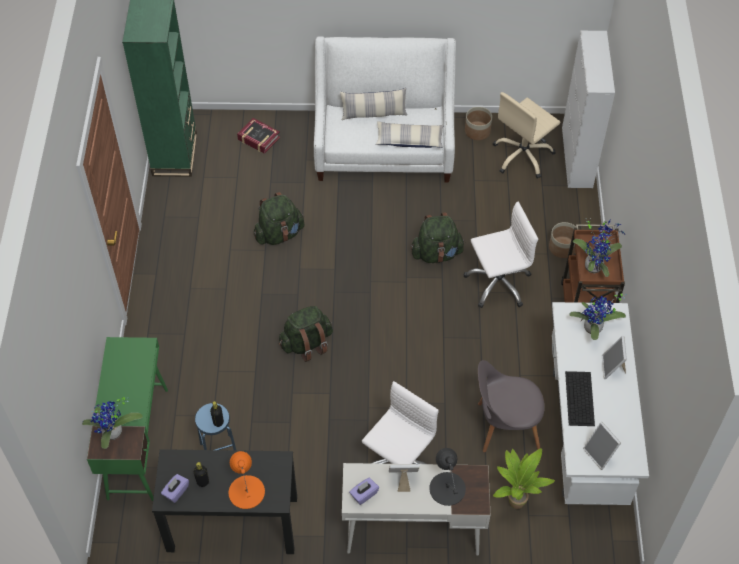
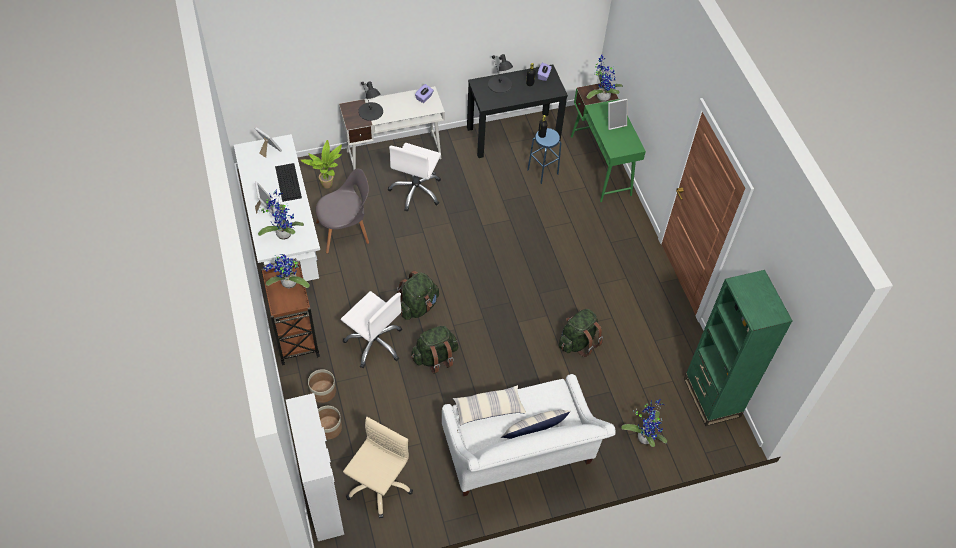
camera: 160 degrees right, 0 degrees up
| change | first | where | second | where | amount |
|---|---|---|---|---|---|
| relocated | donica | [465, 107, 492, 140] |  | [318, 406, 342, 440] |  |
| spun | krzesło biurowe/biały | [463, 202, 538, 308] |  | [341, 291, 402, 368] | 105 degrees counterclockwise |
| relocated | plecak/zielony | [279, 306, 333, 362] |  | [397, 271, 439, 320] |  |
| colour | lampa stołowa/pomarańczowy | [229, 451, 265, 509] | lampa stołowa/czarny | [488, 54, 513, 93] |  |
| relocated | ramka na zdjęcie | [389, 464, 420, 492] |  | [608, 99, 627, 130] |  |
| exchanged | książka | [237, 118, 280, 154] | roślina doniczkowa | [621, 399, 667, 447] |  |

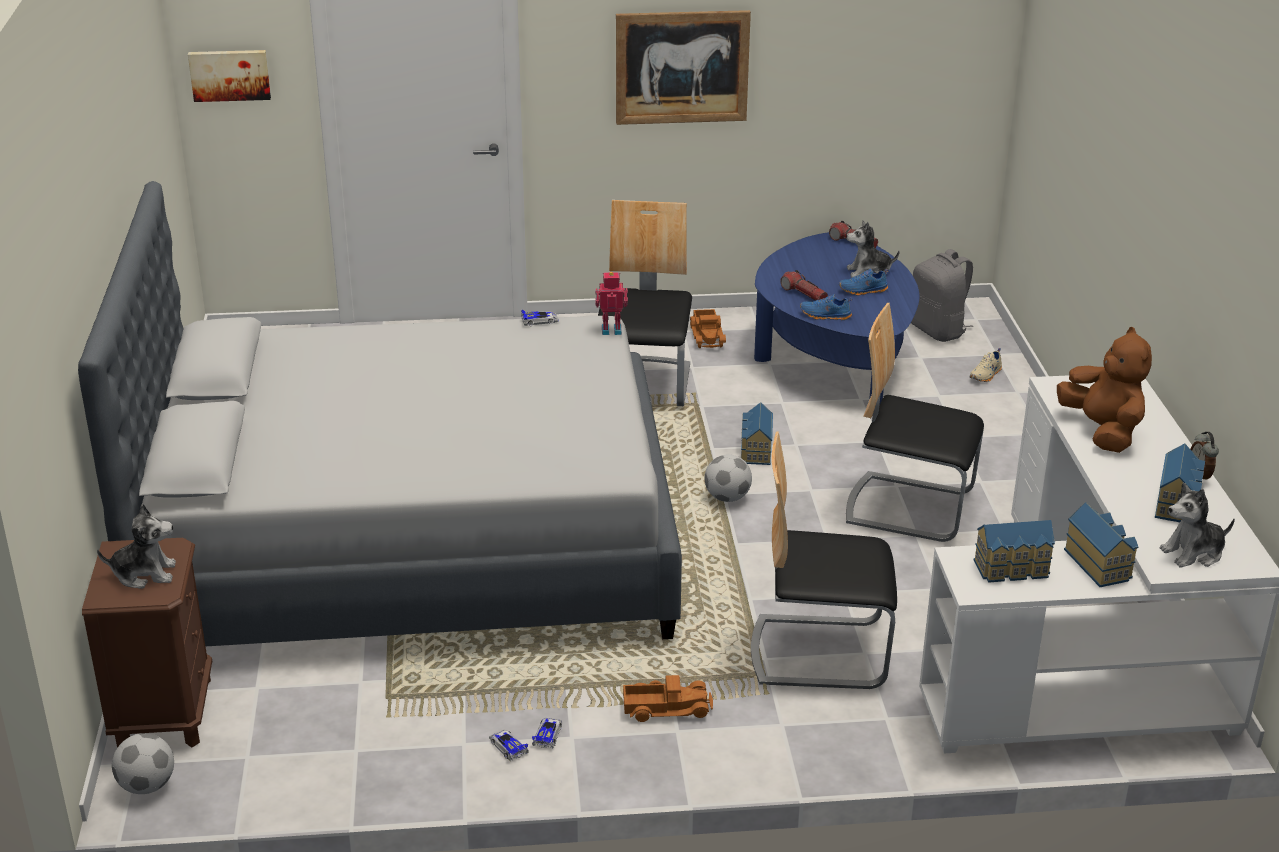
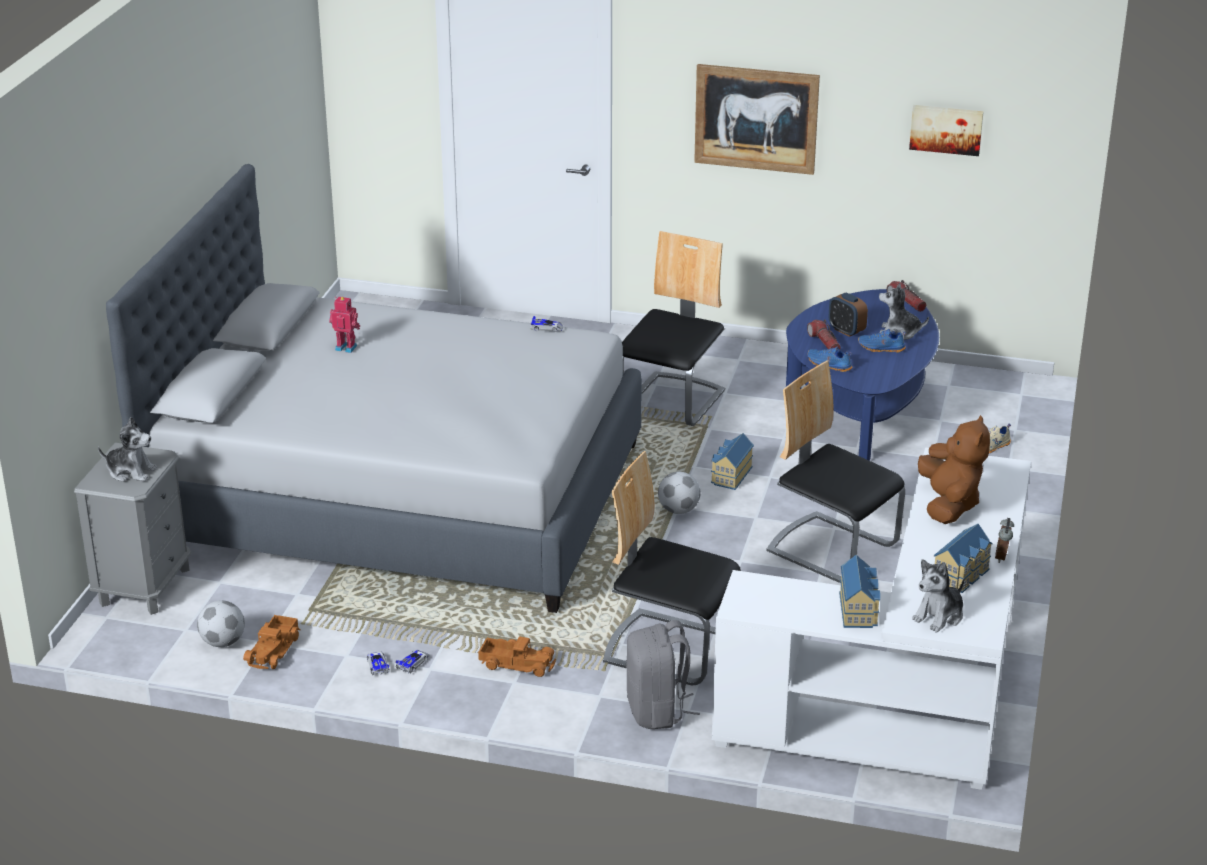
camera: 20 degrees right, 0 degrees up
| change | first | where | second | where | amount |
|---|---|---|---|---|---|
| colour | szafka nocna/brązowy | [82, 538, 212, 748] | szafka nocna/szary | [74, 443, 191, 615] |  |
| relocated | piłka futbolowa | [112, 733, 174, 794] |  | [197, 600, 245, 647] |  |
| relocated | ciężarówka zabawkowa | [690, 309, 726, 348] |  | [243, 615, 301, 669] |  |
| relocated | robot zabawkowy | [595, 272, 628, 335] |  | [329, 297, 360, 353] |  |
| relocated | plecak/szary | [911, 249, 973, 342] |  | [626, 620, 700, 729] |  |
| appeared |  |  | budzik | [829, 293, 868, 337] |  |
| relocated | obraz | [188, 50, 271, 102] |  | [909, 105, 984, 156] |  |
| spun | pluszak | [1160, 483, 1235, 568] |  | [912, 559, 964, 633] | 45 degrees counterclockwise |
| missing | domek | [974, 520, 1055, 583] |  |  |  |

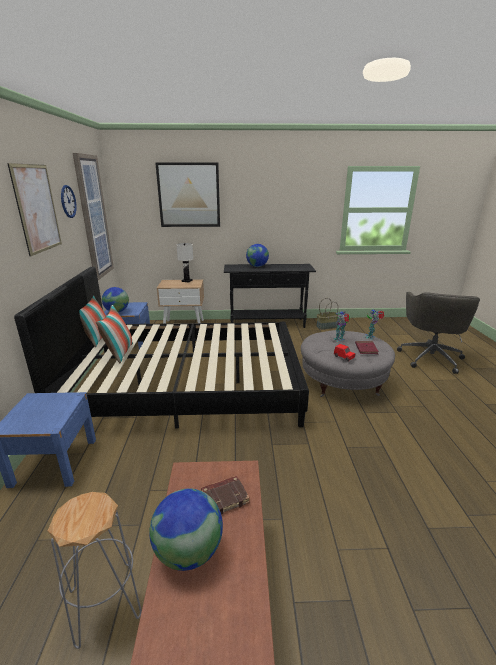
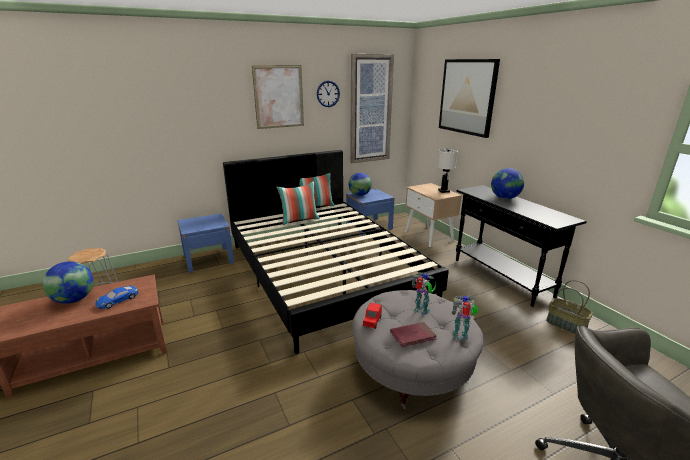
camera: 65 degrees right, 0 degrees up
| change | first | where | second | where | amount |
|---|---|---|---|---|---|
| exchanged | książka/brązowy | [201, 476, 250, 515] | samochodzik/niebieski | [95, 286, 138, 309] |  |

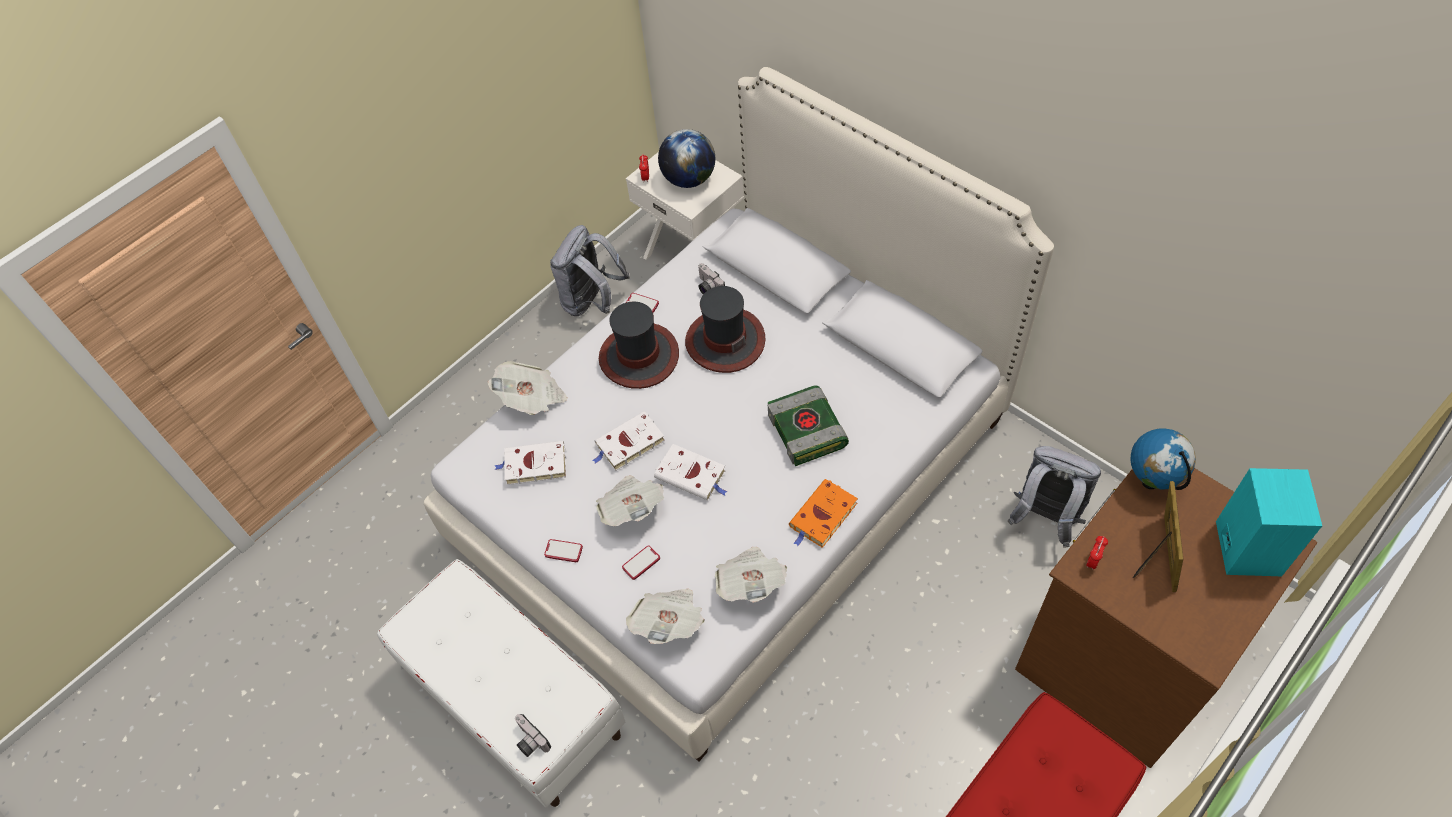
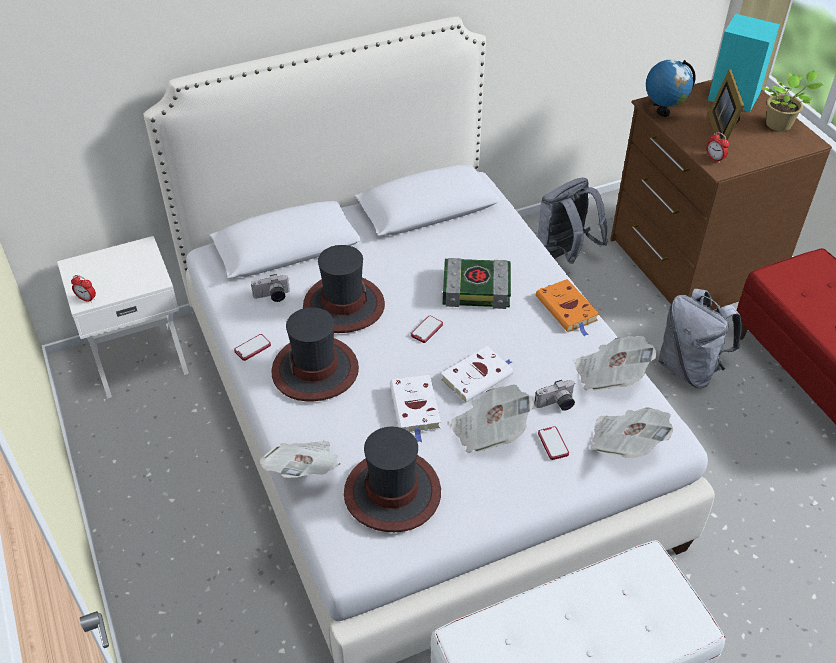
camera: 70 degrees left, 10 degrees down
| change | first | where | second | where | amount |
|---|---|---|---|---|---|
| exchanged | książka/biały | [495, 441, 566, 485] | kapelusz | [344, 427, 441, 532] |  |
| relocated | telefon | [544, 539, 583, 562] |  | [411, 316, 443, 343] |  |
| relocated | aparat fotograficzny | [515, 714, 551, 757] |  | [534, 380, 575, 411] |  |
| relocated | plecak/szary | [550, 225, 630, 316] |  | [658, 288, 742, 388] |  |
| spun | ramka na zdjęcie | [1133, 481, 1183, 592] |  | [708, 69, 744, 140] | 120 degrees counterclockwise |
| appeared |  |  | roślina doniczkowa | [762, 70, 823, 131] |  |
| missing | globus | [658, 129, 715, 188] |  |  |  |

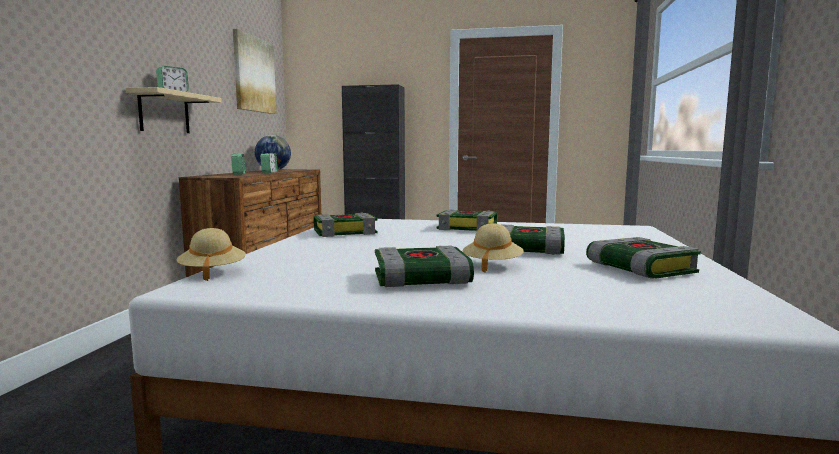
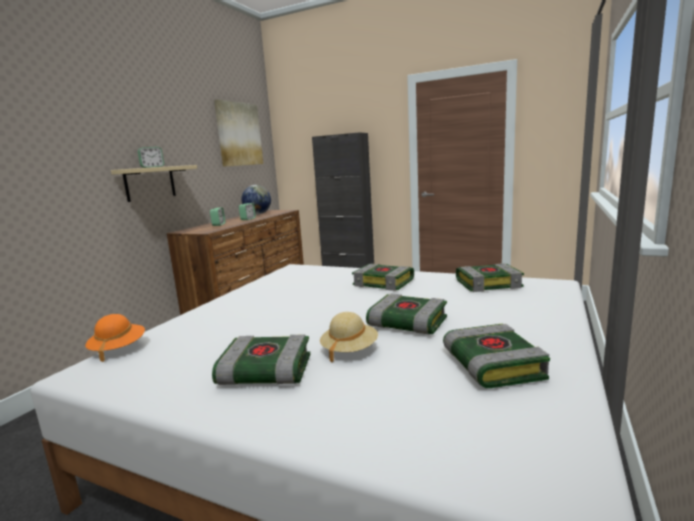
camera: 15 degrees right, 5 degrees up
| change | first | where | second | where | amount |
|---|---|---|---|---|---|
| colour | kapelusz/beżowy | [177, 228, 246, 281] | kapelusz/pomarańczowy | [85, 314, 145, 362] |  |
| relocated | książka | [314, 212, 378, 237] |  | [456, 263, 524, 292] |  |

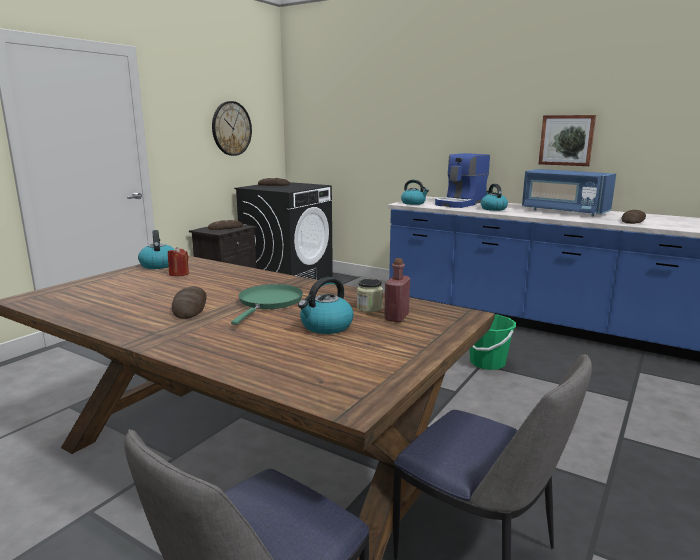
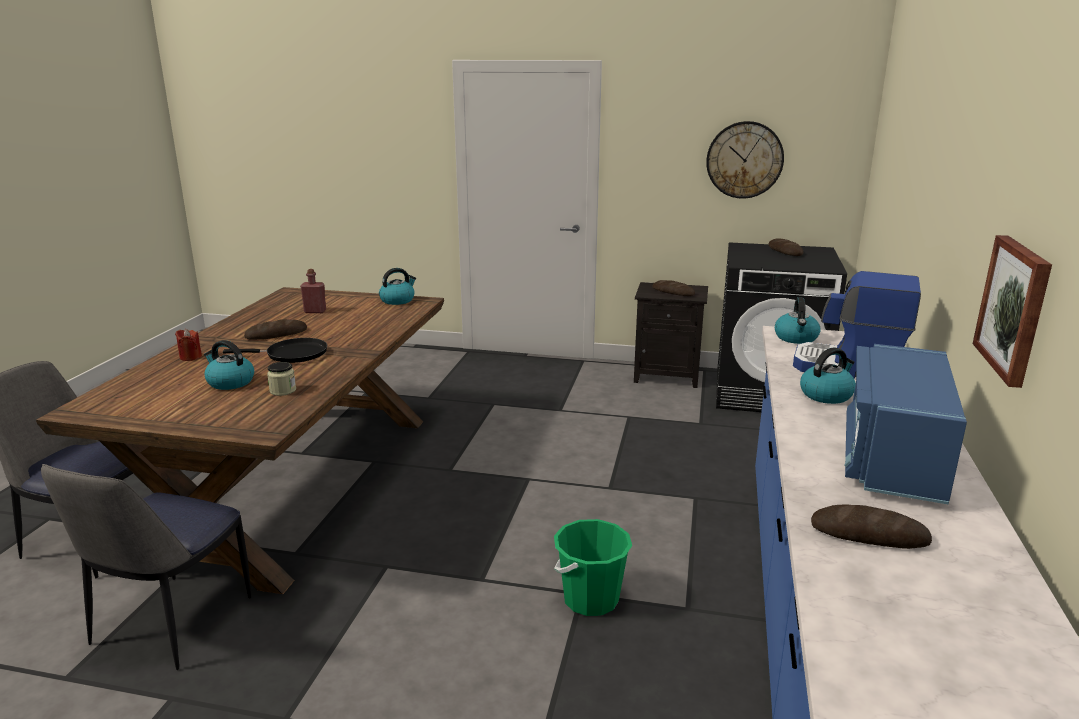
camera: 70 degrees right, 5 degrees up
| change | first | where | second | where | amount |
|---|---|---|---|---|---|
| relocated | świeca/czerwony | [168, 247, 189, 276] |  | [175, 329, 202, 361] |  |
| colour | patelnia/zielony | [231, 284, 303, 325] | patelnia/czarny | [223, 338, 327, 363] |  |
| relocated | butelka/czerwony | [384, 258, 410, 322] |  | [300, 269, 326, 313] |  |

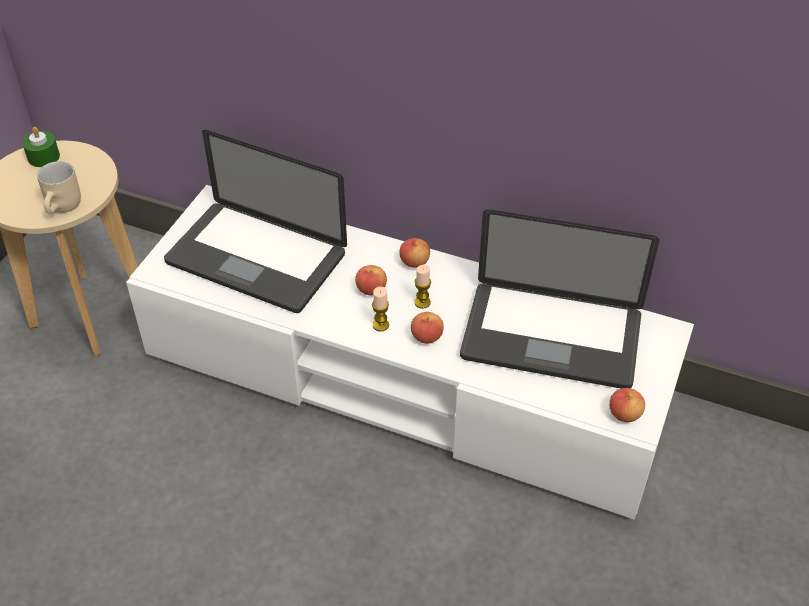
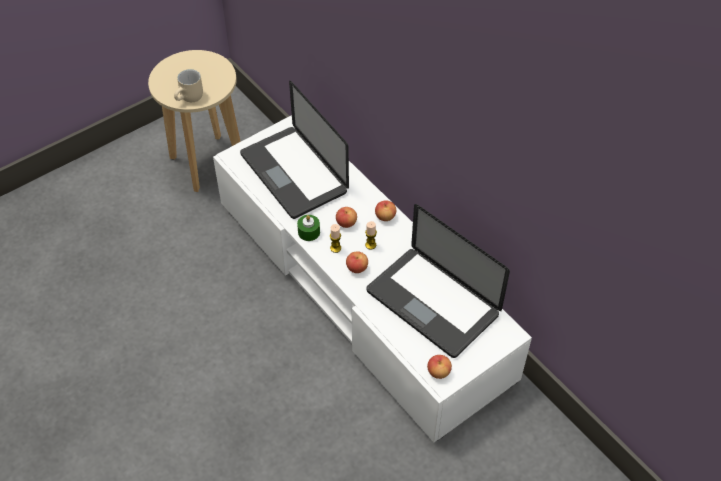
camera: 30 degrees right, 5 degrees up
| change | first | where | second | where | amount |
|---|---|---|---|---|---|
| relocated | świeca/zielony | [22, 127, 60, 167] |  | [297, 215, 320, 241] |  |

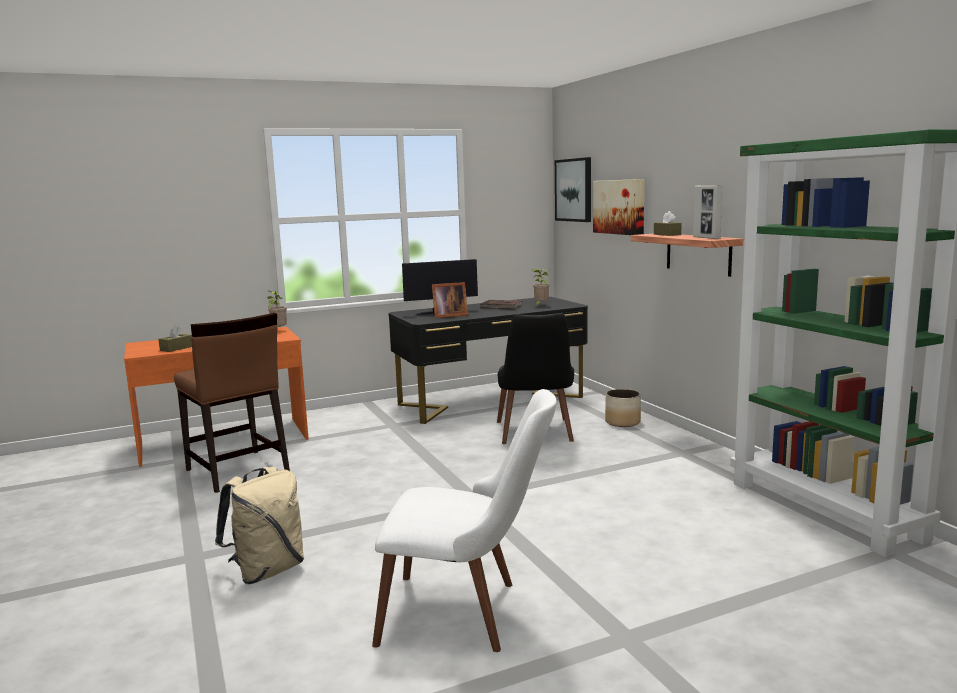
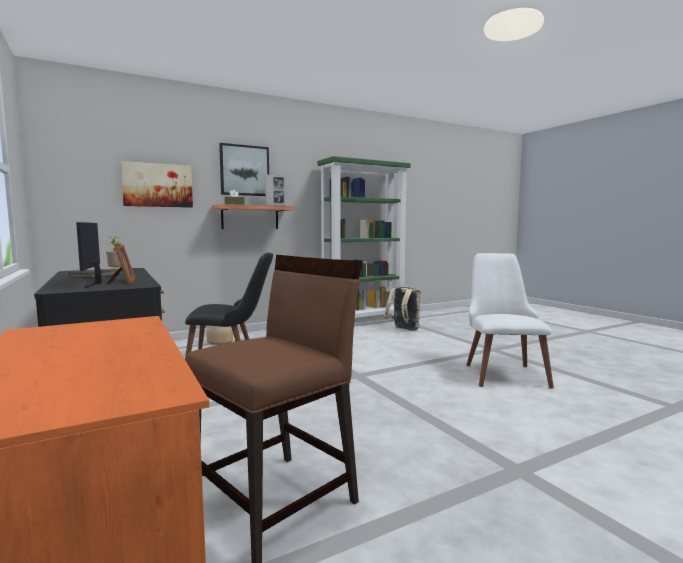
camera: 95 degrees left, 5 degrees down
| change | first | where | second | where | amount |
|---|---|---|---|---|---|
| relocated | obraz | [555, 157, 591, 222] |  | [219, 143, 269, 196] |  |
| relocated | plecak/beżowy | [215, 467, 304, 584] |  | [384, 286, 421, 330] |  |
| missing | pudełko chusteczek/brązowy | [158, 325, 192, 352] |  |  |  |
| missing | roślina doniczkowa | [267, 289, 287, 327] |  |  |  |

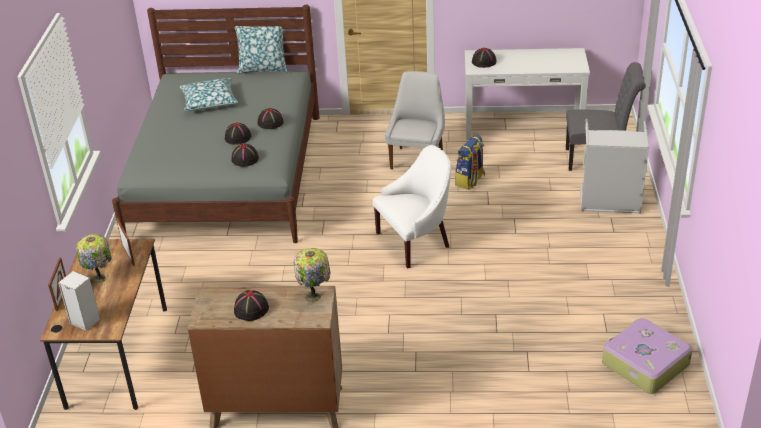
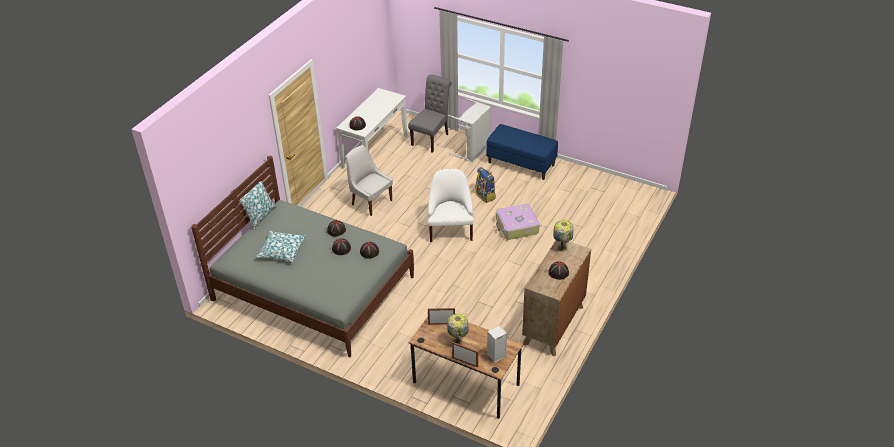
camera: 65 degrees left, 5 degrees up
| change | first | where | second | where | amount |
|---|---|---|---|---|---|
| relocated | plecak | [455, 135, 485, 190] |  | [476, 167, 496, 203] |  |
| appeared |  |  | ławka/niebieski | [486, 124, 558, 180] |  |
| relocated | walizka | [602, 318, 692, 394] |  | [496, 203, 540, 240] |  |

